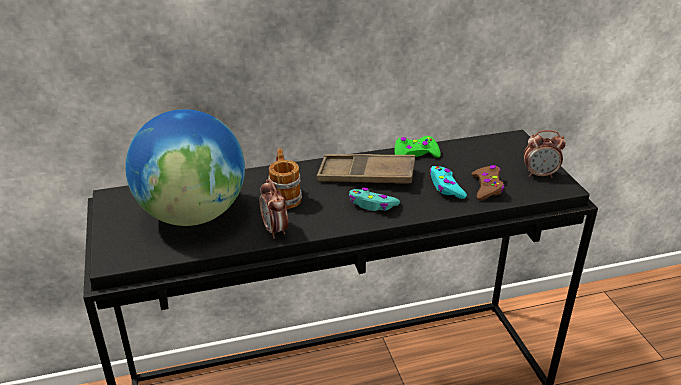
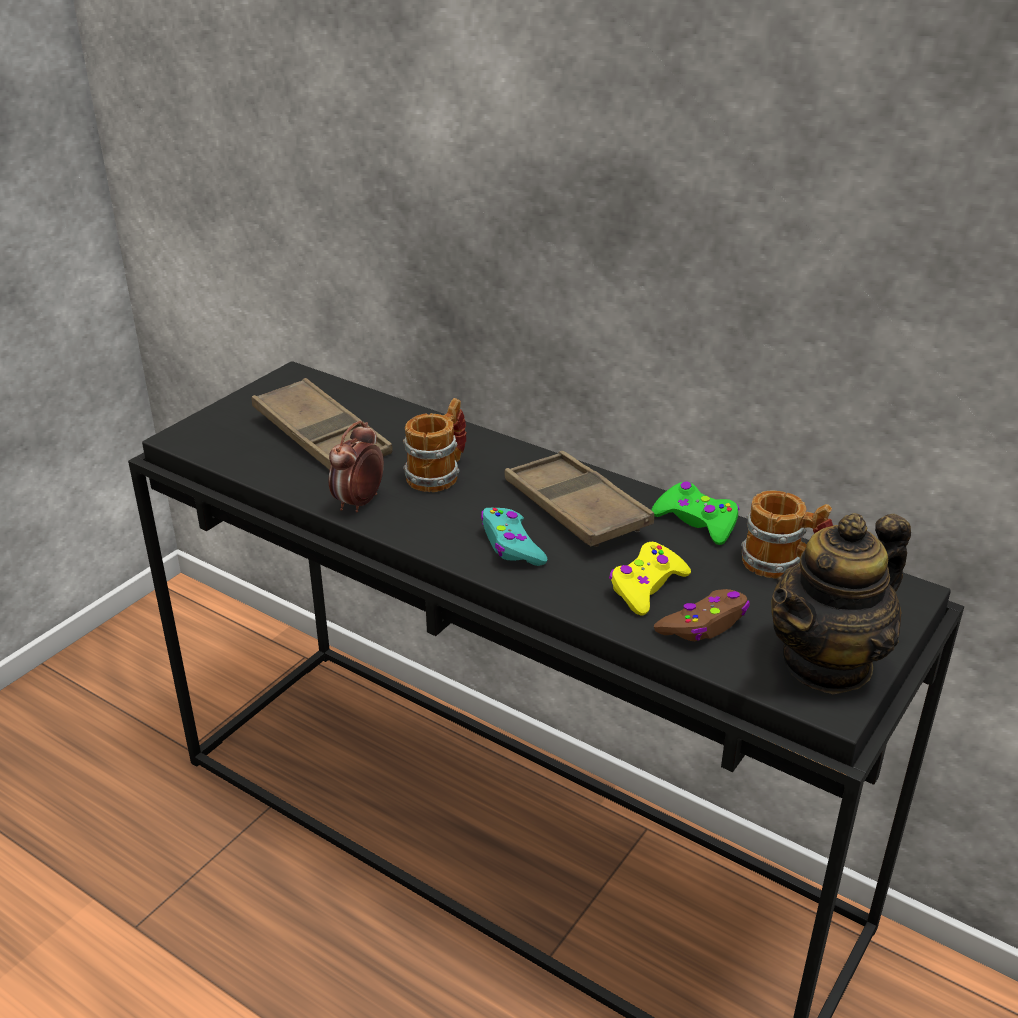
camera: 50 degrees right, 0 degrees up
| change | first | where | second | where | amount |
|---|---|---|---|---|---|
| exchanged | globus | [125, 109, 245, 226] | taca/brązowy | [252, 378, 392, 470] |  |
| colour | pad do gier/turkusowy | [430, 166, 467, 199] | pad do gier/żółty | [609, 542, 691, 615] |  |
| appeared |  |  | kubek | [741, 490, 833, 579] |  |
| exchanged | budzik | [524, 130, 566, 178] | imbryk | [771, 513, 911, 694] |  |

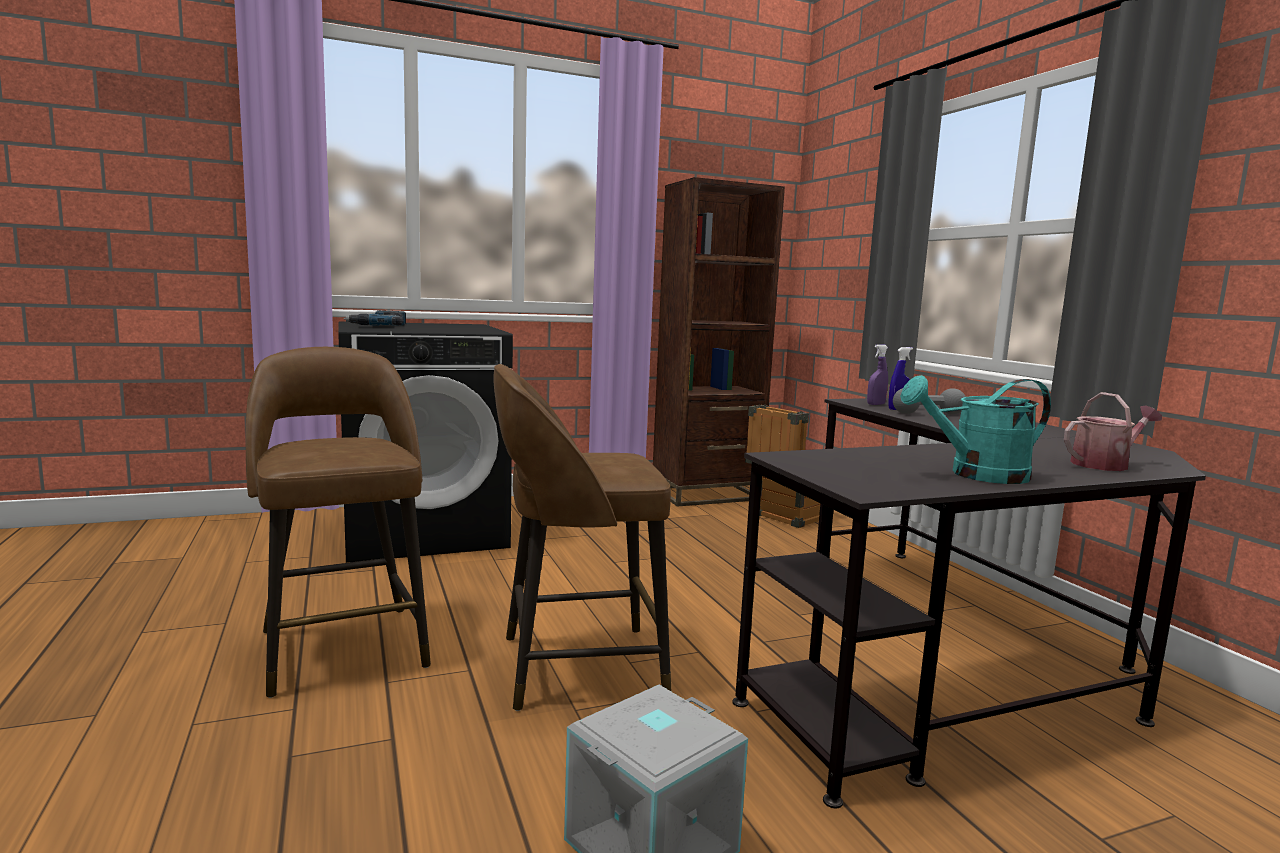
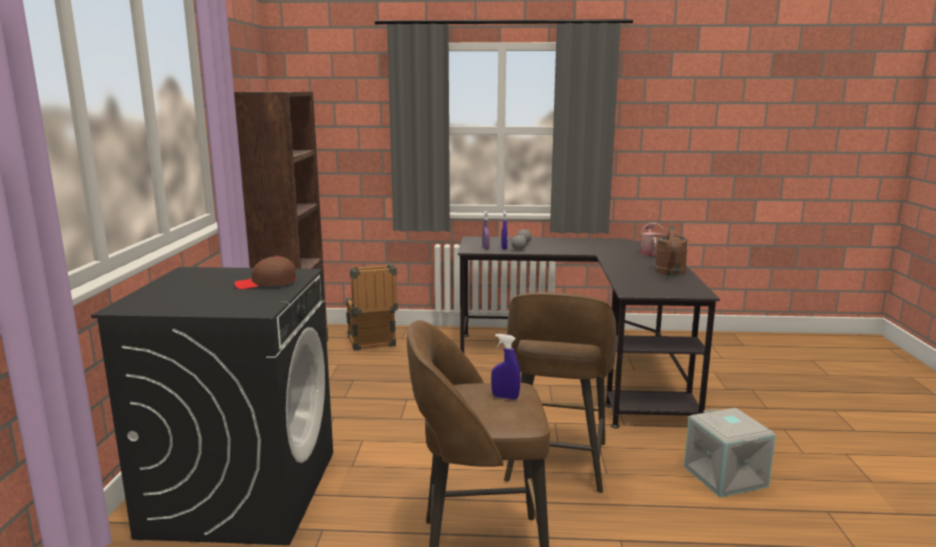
camera: 65 degrees left, 5 degrees up
| change | first | where | second | where | amount |
|---|---|---|---|---|---|
| appeared |  |  | czapka z daszkiem/brązowy | [234, 256, 296, 289] |  |
| appeared |  |  | spryskiwacz/niebieski | [491, 334, 520, 399] |  |
| colour | konewka/turkusowy | [900, 375, 1051, 484] | konewka/brązowy | [655, 226, 688, 275] |  |
| missing | wiertarka | [344, 310, 406, 326] |  |  |  |

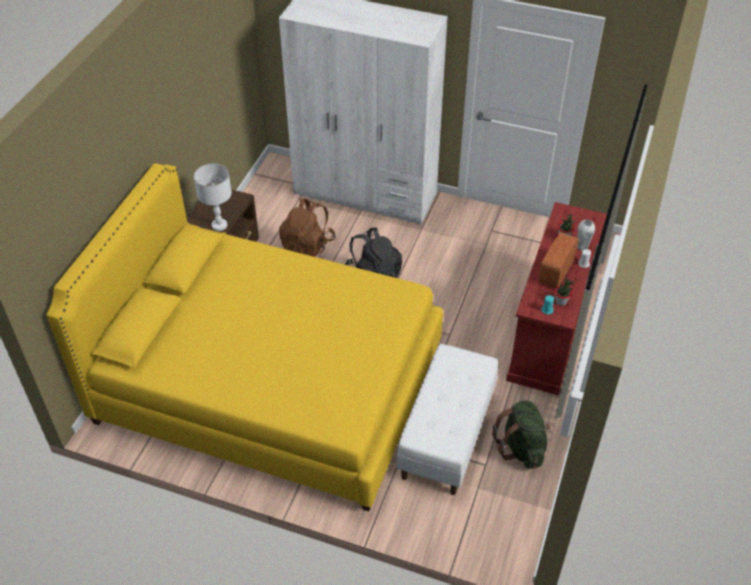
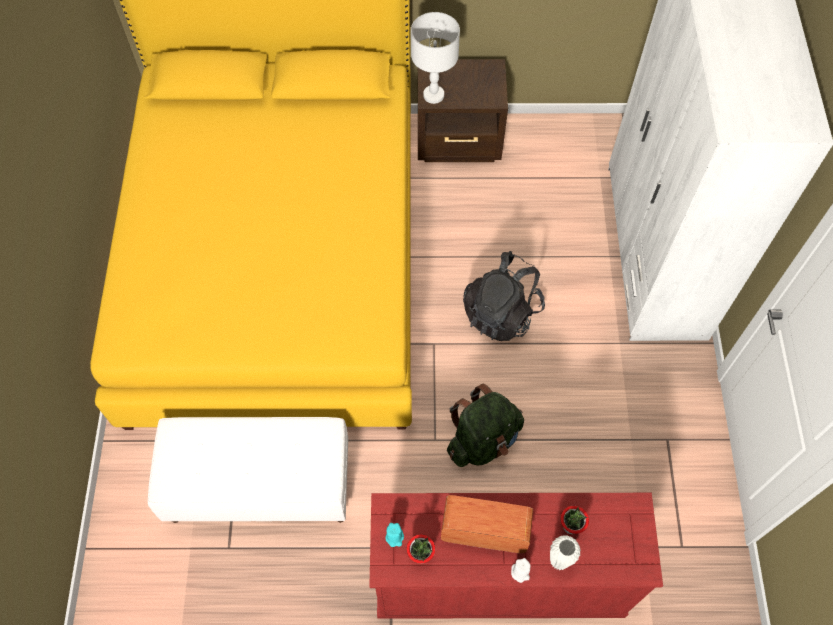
camera: 70 degrees right, 15 degrees up
| change | first | where | second | where | amount |
|---|---|---|---|---|---|
| relocated | plecak/zielony | [492, 401, 550, 469] |  | [447, 384, 524, 467] |  |
| missing | plecak/brązowy | [279, 199, 336, 257] |  |  |  |

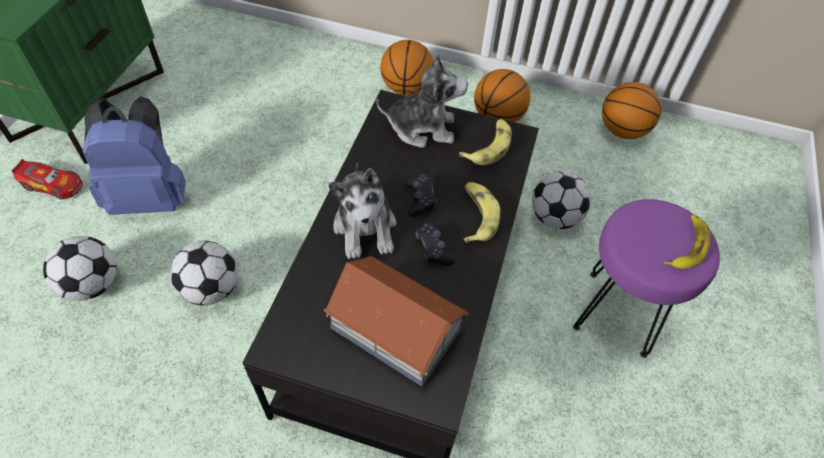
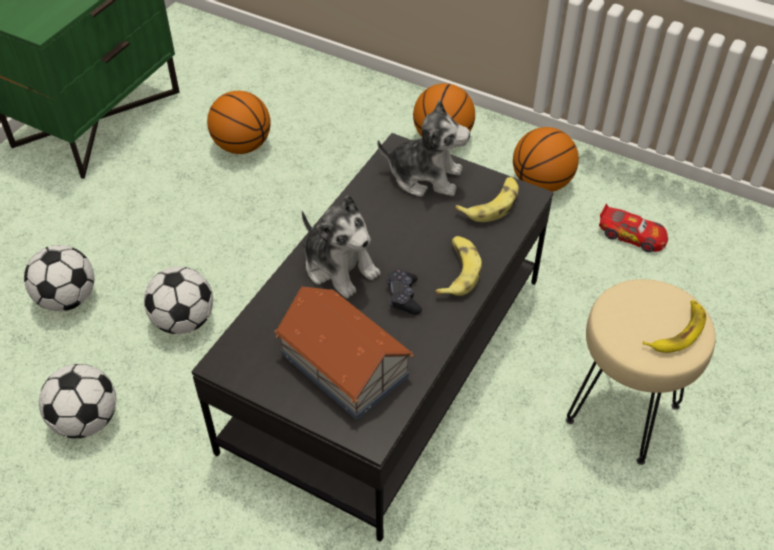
camera: 15 degrees right, 5 degrees down
| change | first | where | second | where | amount |
|---|---|---|---|---|---|
| relocated | piłka futbolowa | [532, 171, 591, 229] |  | [39, 364, 116, 438] |  |
| relocated | piłka do koszykówki | [602, 82, 661, 139] |  | [207, 91, 271, 154] |  |
| spun | pluszak | [328, 163, 396, 259] |  | [302, 195, 381, 299] | 45 degrees counterclockwise |
| colour | stołek/fioletowy | [573, 199, 720, 358] | stołek/beżowy | [566, 279, 716, 465] |  |
| relocated | samochodzik | [12, 159, 83, 199] |  | [599, 204, 668, 252] |  |
| missing | plecak/niebieski | [83, 96, 186, 215] |  |  |  |
| missing | pad do gier/czarny | [405, 174, 437, 217] |  |  |  |

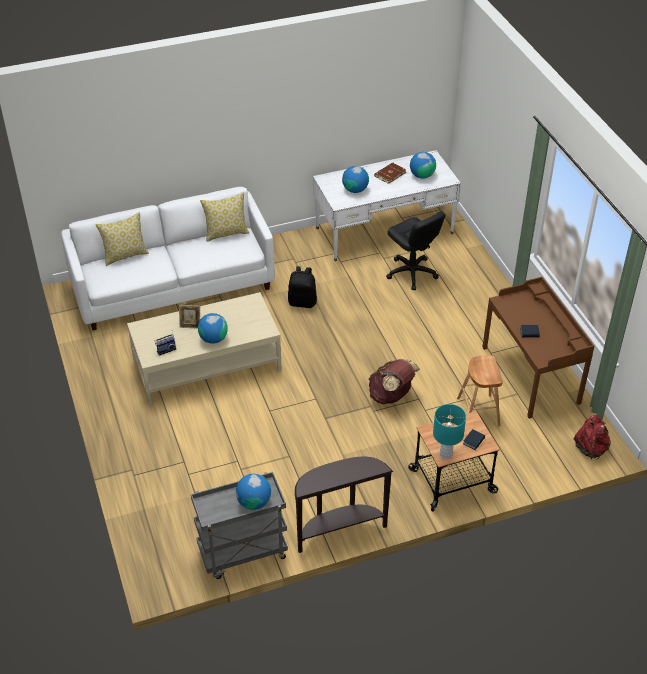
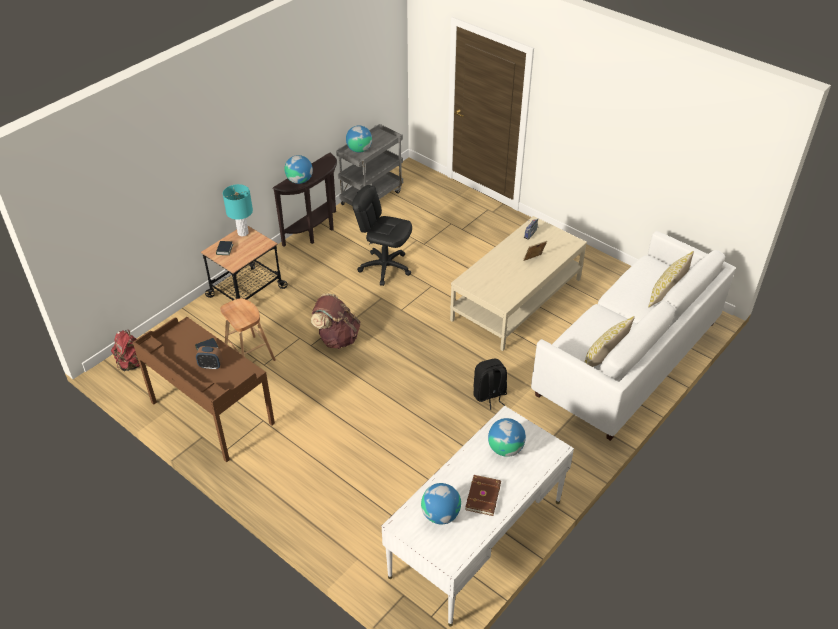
camera: 150 degrees right, 0 degrees up
| change | first | where | second | where | amount |
|---|---|---|---|---|---|
| appeared |  |  | budzik | [196, 346, 222, 370] |  |
| relocated | globus | [198, 313, 228, 344] |  | [284, 155, 313, 184] |  |
| relocated | krzesło biurowe/czarny | [386, 211, 446, 290] |  | [352, 185, 412, 286] |  |

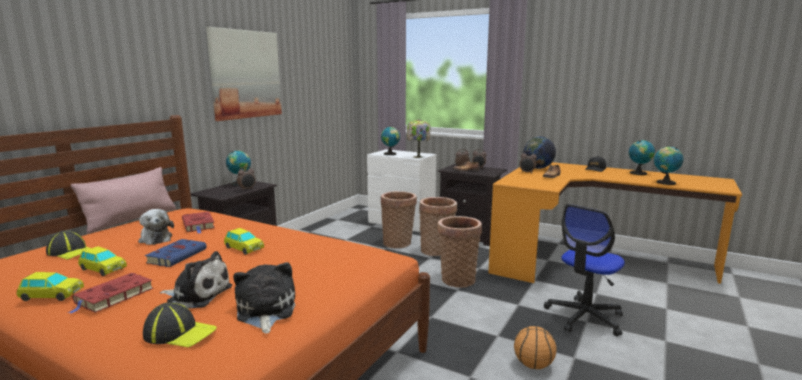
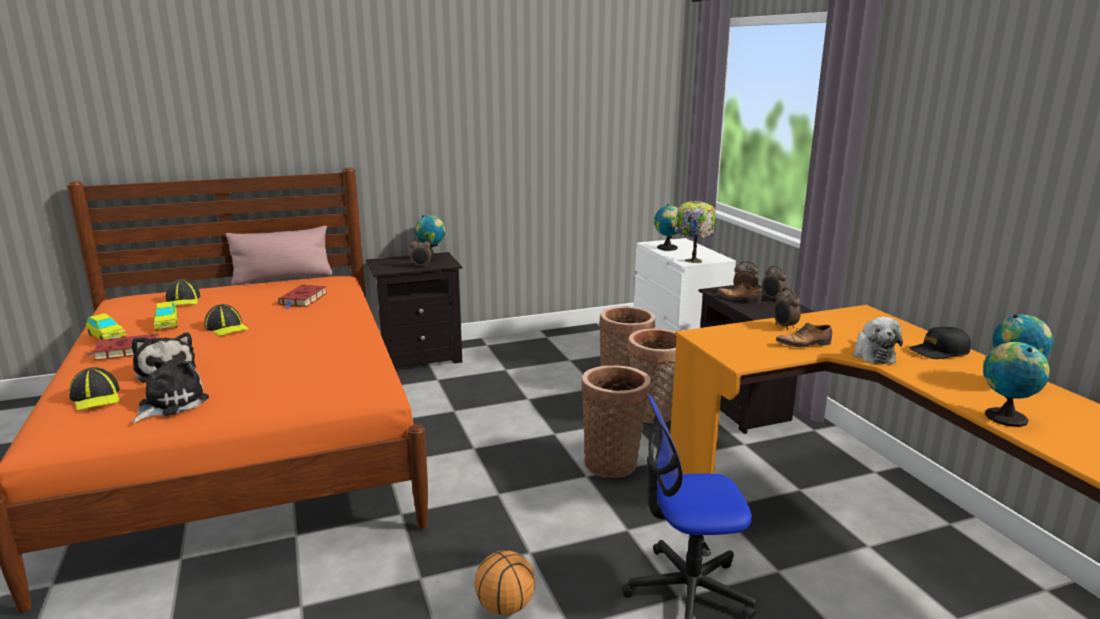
camera: 40 degrees right, 5 degrees up
| change | first | where | second | where | amount |
|---|---|---|---|---|---|
| exchanged | książka/niebieski | [145, 239, 207, 267] | czapka z daszkiem | [204, 304, 249, 336] |  |
| relocated | pluszak | [138, 209, 174, 245] |  | [853, 317, 903, 364] |  |
| missing | obraz | [206, 27, 282, 121] |  |  |  |
| missing | samochodzik | [224, 228, 264, 255] |  |  |  |
| missing | globus | [523, 137, 556, 169] |  |  |  |

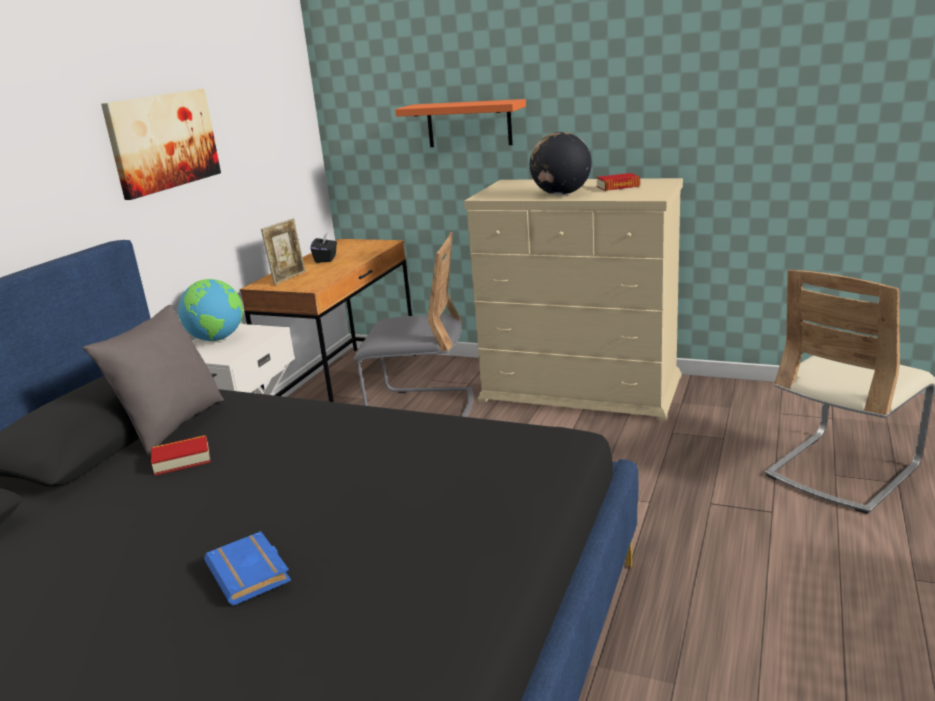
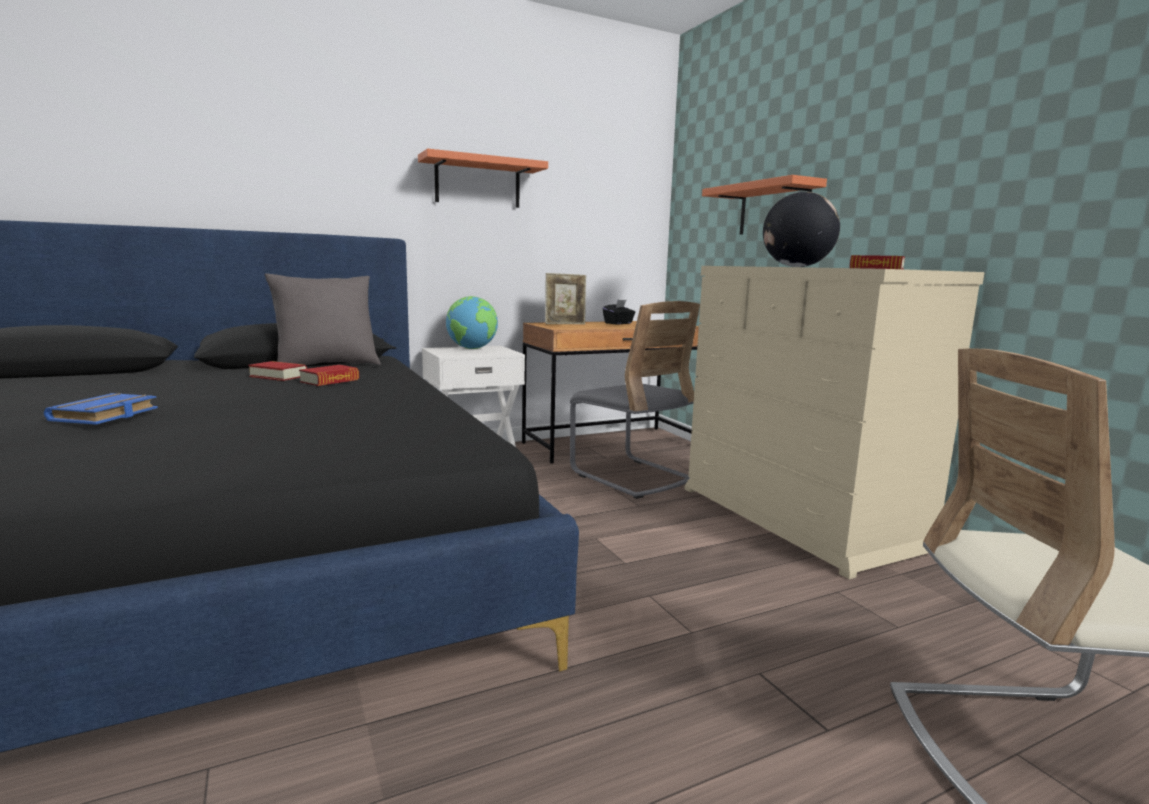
camera: 40 degrees right, 10 degrees down
| change | first | where | second | where | amount |
|---|---|---|---|---|---|
| appeared |  |  | książka | [299, 365, 359, 386] |  |
| exchanged | obraz | [101, 89, 221, 200] | półka/pomarańczowy | [418, 148, 548, 208] |  |

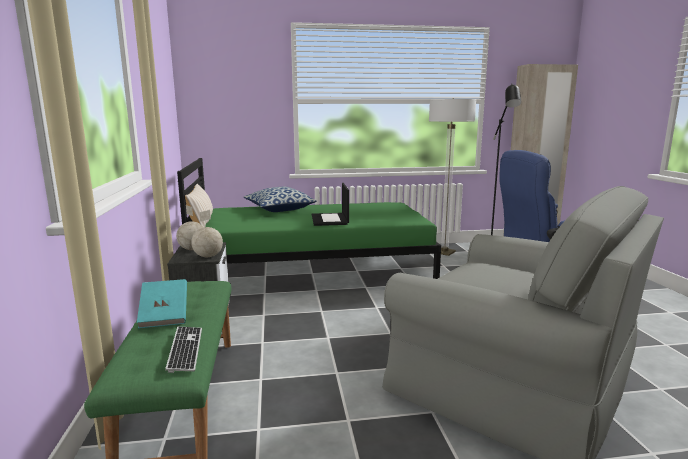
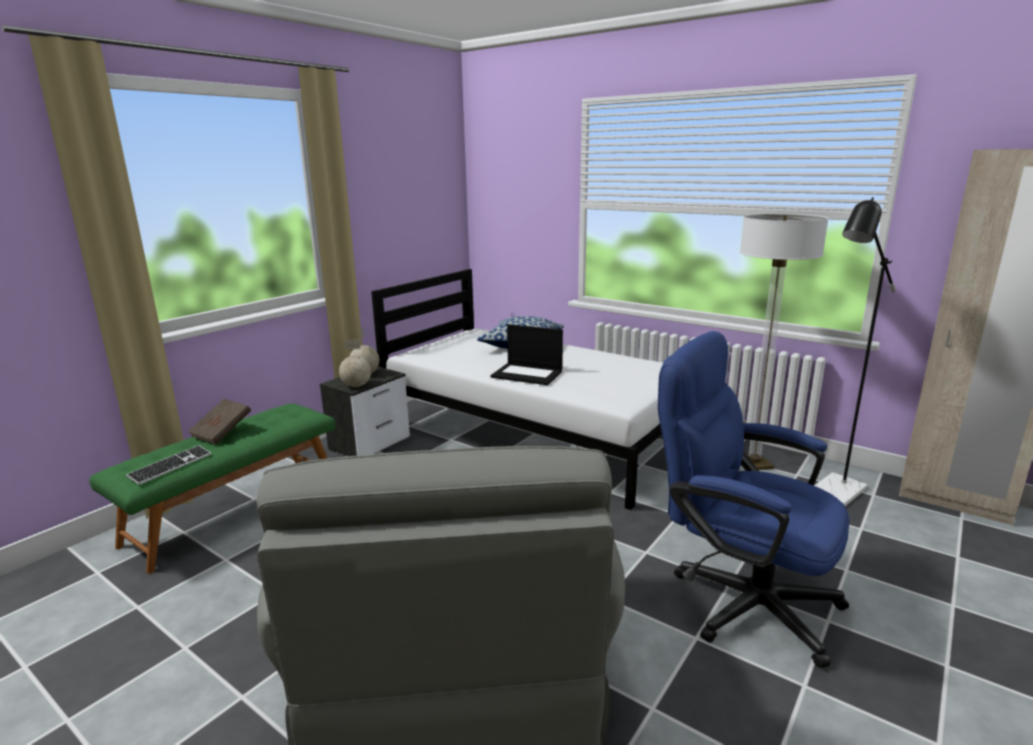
camera: 45 degrees right, 5 degrees up
| change | first | where | second | where | amount |
|---|---|---|---|---|---|
| colour | książka/turkusowy | [137, 279, 187, 329] | książka/brązowy | [188, 399, 251, 445] |  |
| colour | łóżko/zielony | [177, 158, 441, 279] | łóżko/biały | [371, 269, 663, 510] |  |
| spun | laptop | [312, 183, 349, 226] |  | [491, 324, 563, 385] | 105 degrees counterclockwise |
| missing | poduszka/beżowy | [185, 184, 213, 227] |  |  |  |

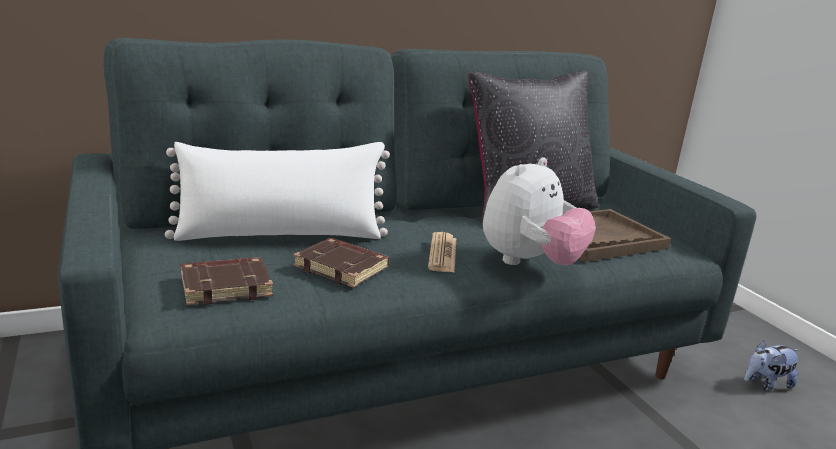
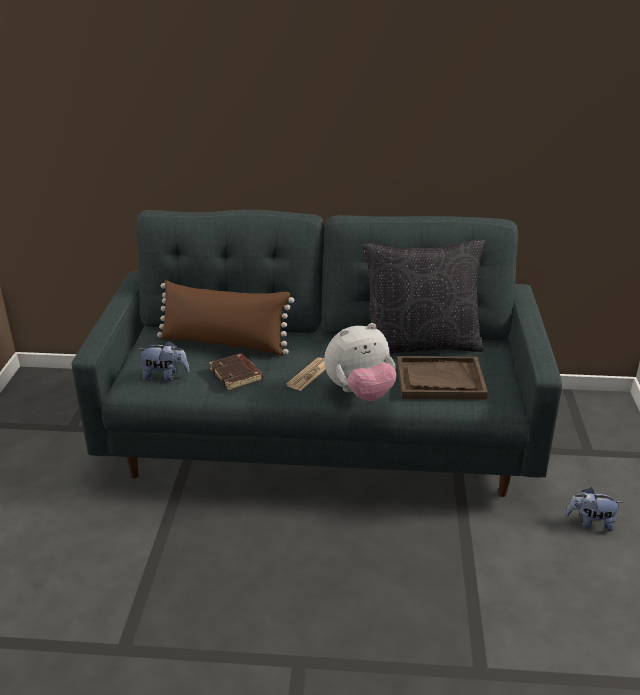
camera: 30 degrees right, 10 degrees up
| change | first | where | second | where | amount |
|---|---|---|---|---|---|
| exchanged | książka/brązowy | [181, 257, 273, 305] | pluszak | [137, 340, 189, 381] |  |
| colour | poduszka/biały | [165, 142, 390, 241] | poduszka/brązowy | [157, 280, 294, 356] |  |

